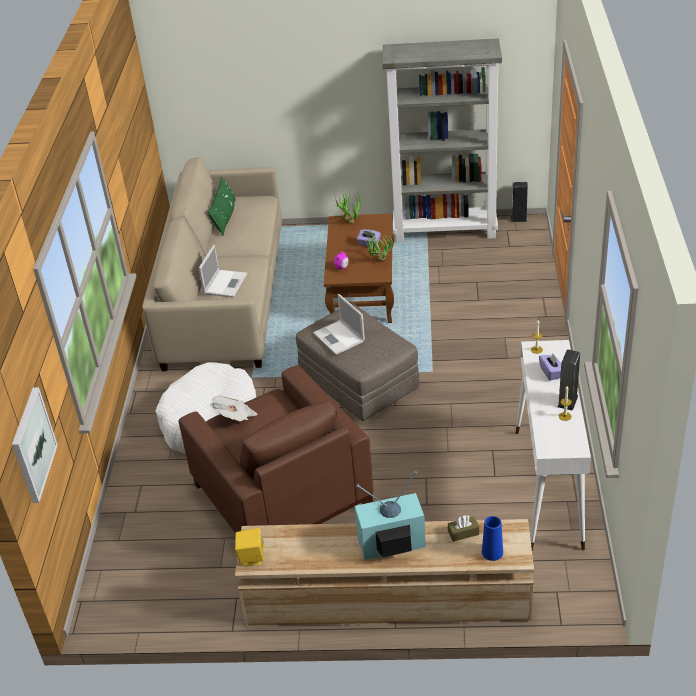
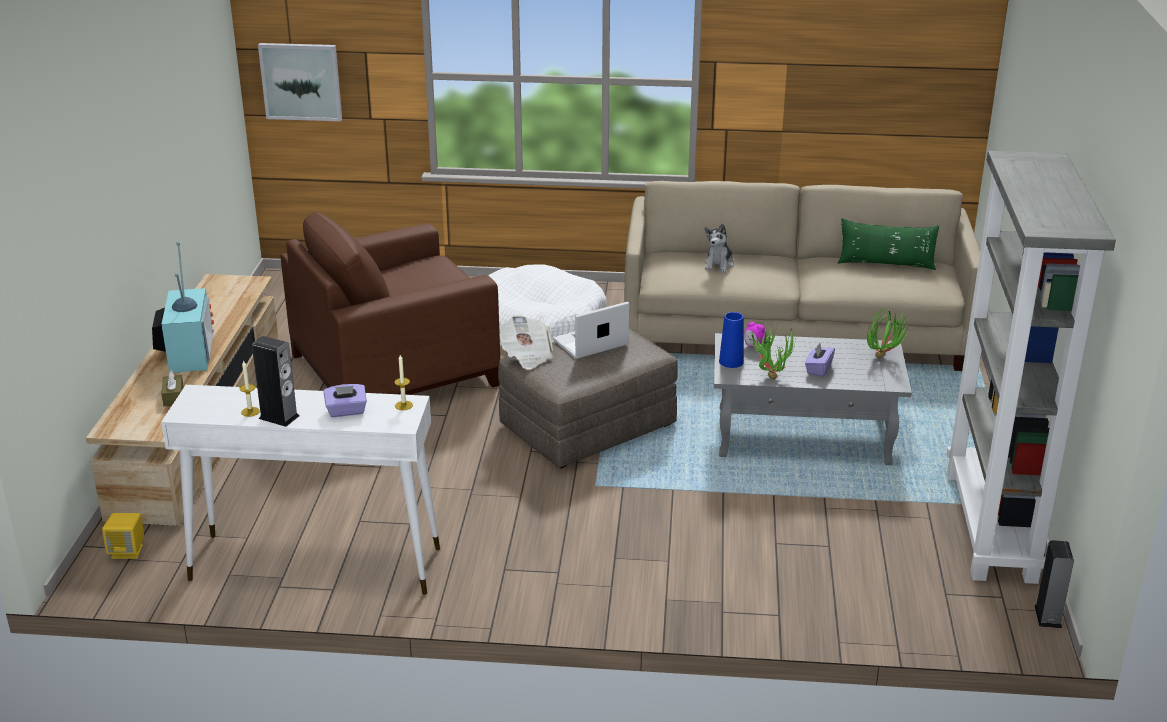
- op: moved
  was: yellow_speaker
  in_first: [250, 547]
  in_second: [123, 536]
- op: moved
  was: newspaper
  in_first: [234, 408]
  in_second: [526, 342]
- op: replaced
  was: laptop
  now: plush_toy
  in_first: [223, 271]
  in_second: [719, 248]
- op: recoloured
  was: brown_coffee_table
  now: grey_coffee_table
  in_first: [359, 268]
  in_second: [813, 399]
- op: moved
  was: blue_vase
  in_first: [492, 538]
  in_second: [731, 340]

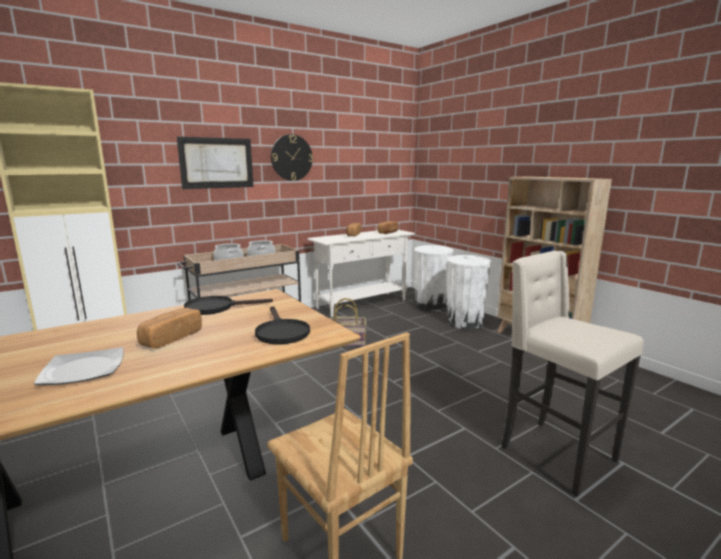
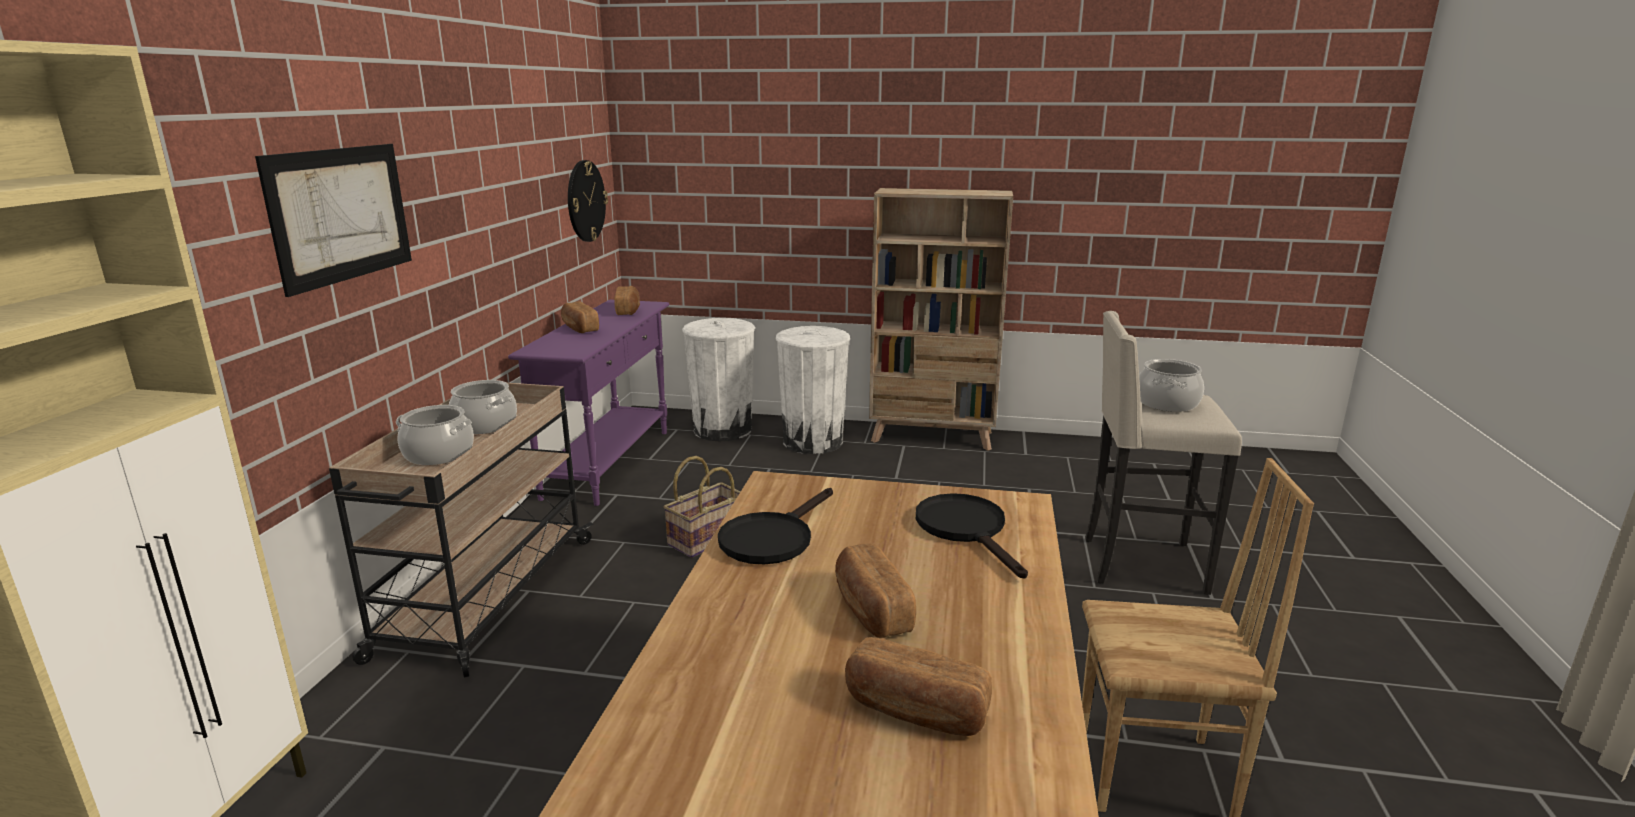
- op: recoloured
  was: white_console_table
  now: purple_console_table
  in_first: [361, 273]
  in_second: [589, 403]
- op: moved
  was: wall_clock
  in_first: [292, 157]
  in_second: [588, 201]
- op: replaced
  was: plate
  now: bread
  in_first: [78, 366]
  in_second: [918, 686]
- op: turned
  was: black_frying_pan
  in_first: [282, 325]
  in_second: [972, 536]
  clockwise: -135
- op: added
  now: cooking_pot
  in_second: [1171, 385]

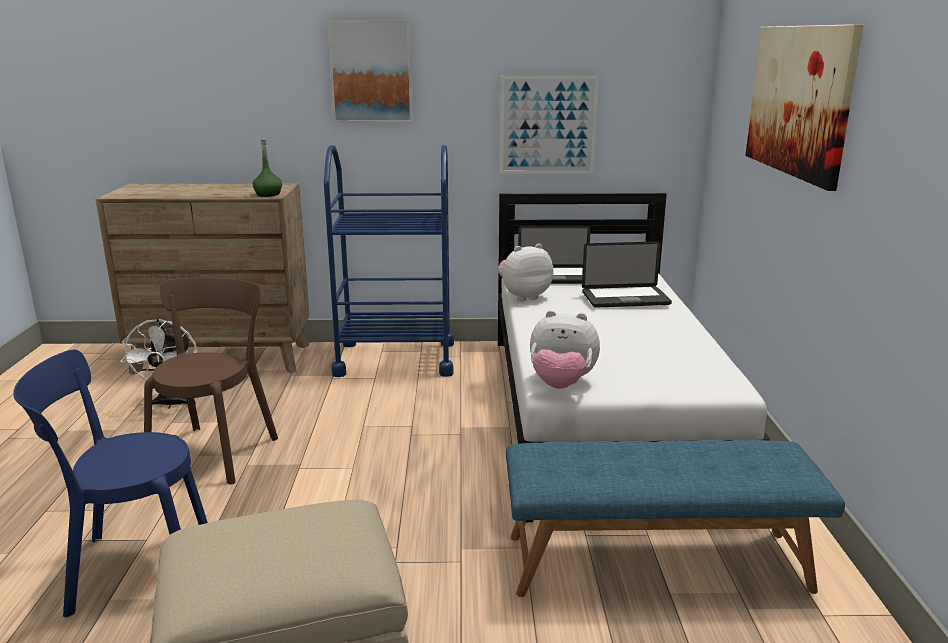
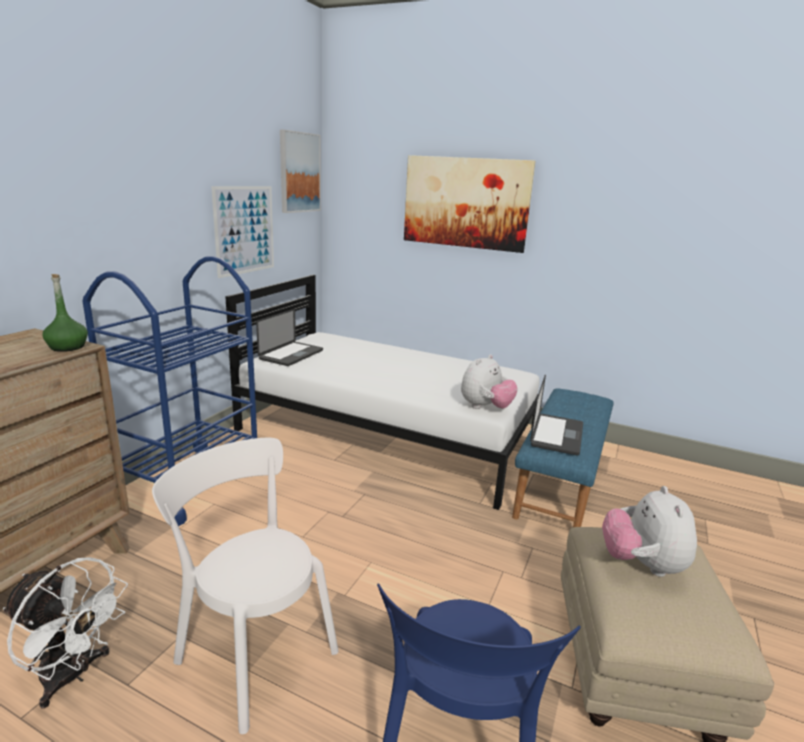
- op: recoloured
  was: brown_chair
  now: white_chair
  in_first: [211, 381]
  in_second: [245, 586]
- op: moved
  was: picture
  in_first: [369, 71]
  in_second: [300, 171]
- op: moved
  was: laptop
  in_first: [627, 274]
  in_second: [556, 415]
- op: moved
  was: plush_toy
  in_first: [525, 272]
  in_second: [649, 531]

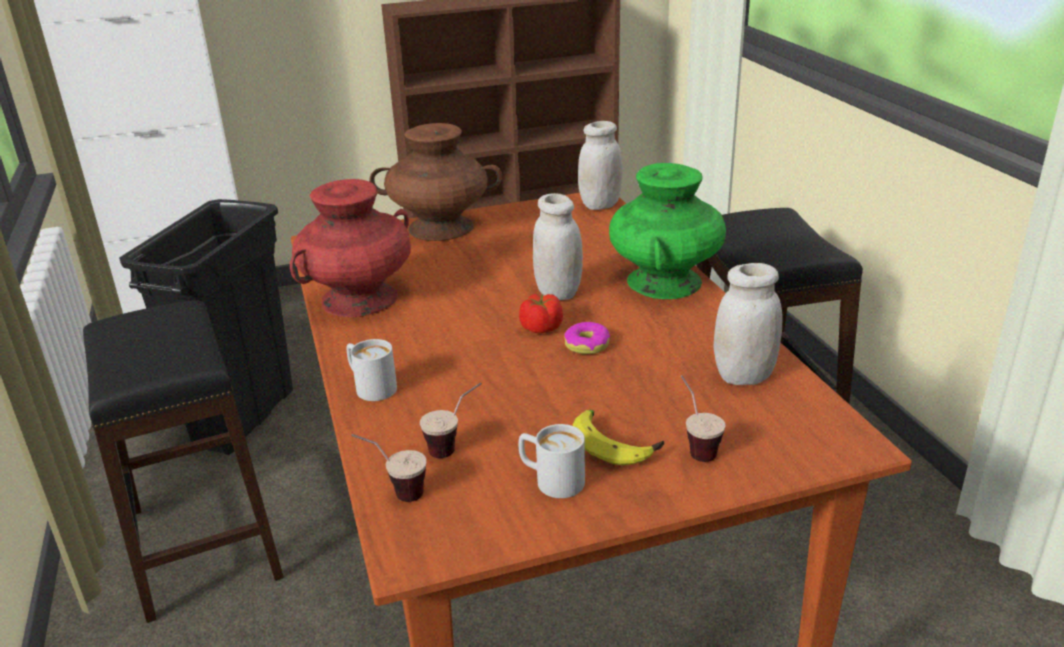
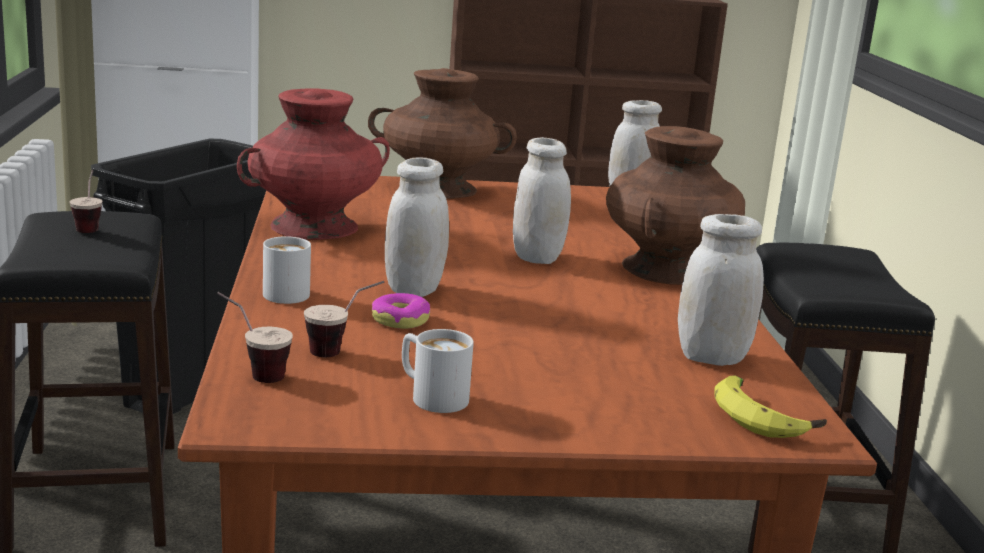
- op: moved
  was: cup
  in_first: [703, 418]
  in_second: [86, 201]
- op: moved
  was: donut
  in_first: [587, 338]
  in_second: [401, 311]
- op: added
  now: white_jar
  in_second: [417, 227]
- op: recoloured
  was: green_vase
  now: brown_vase
  in_first: [667, 231]
  in_second: [675, 205]
- op: moved
  was: banana
  in_first: [618, 437]
  in_second: [770, 406]
- op: removed
  was: tomato
  in_first: [541, 314]

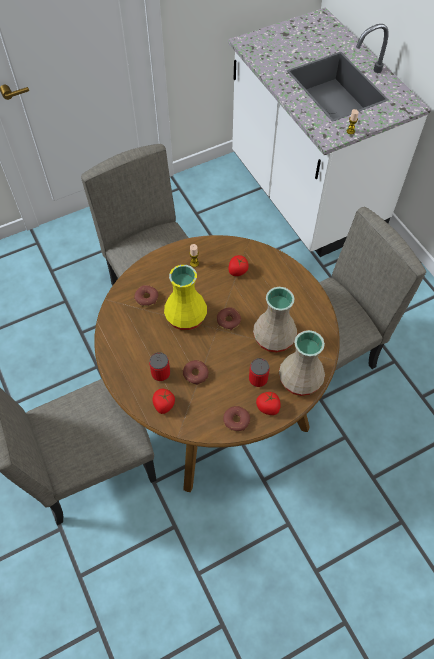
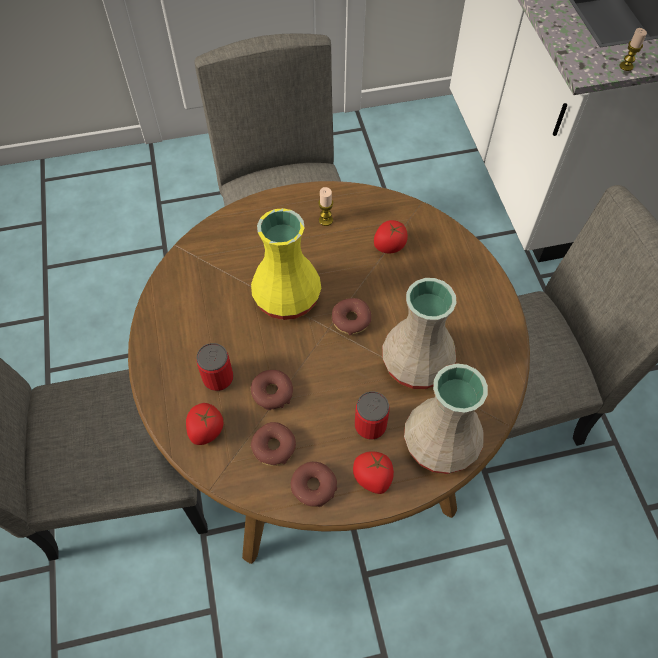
- op: moved
  was: donut
  in_first: [146, 296]
  in_second: [273, 444]

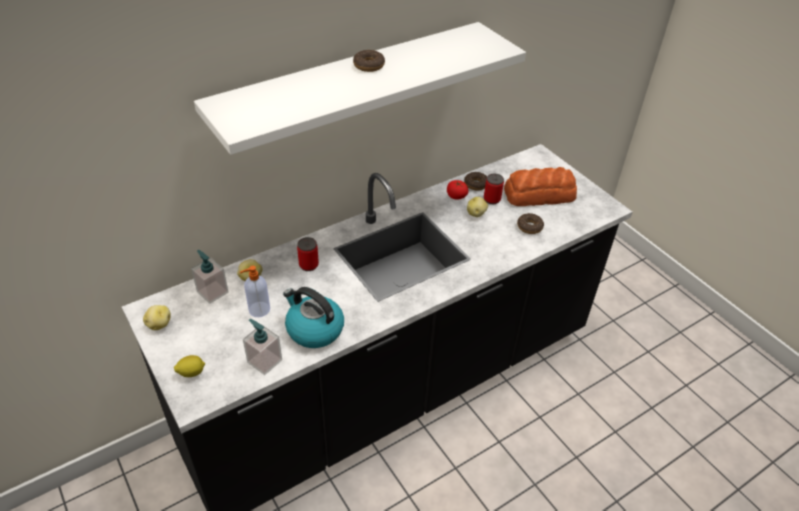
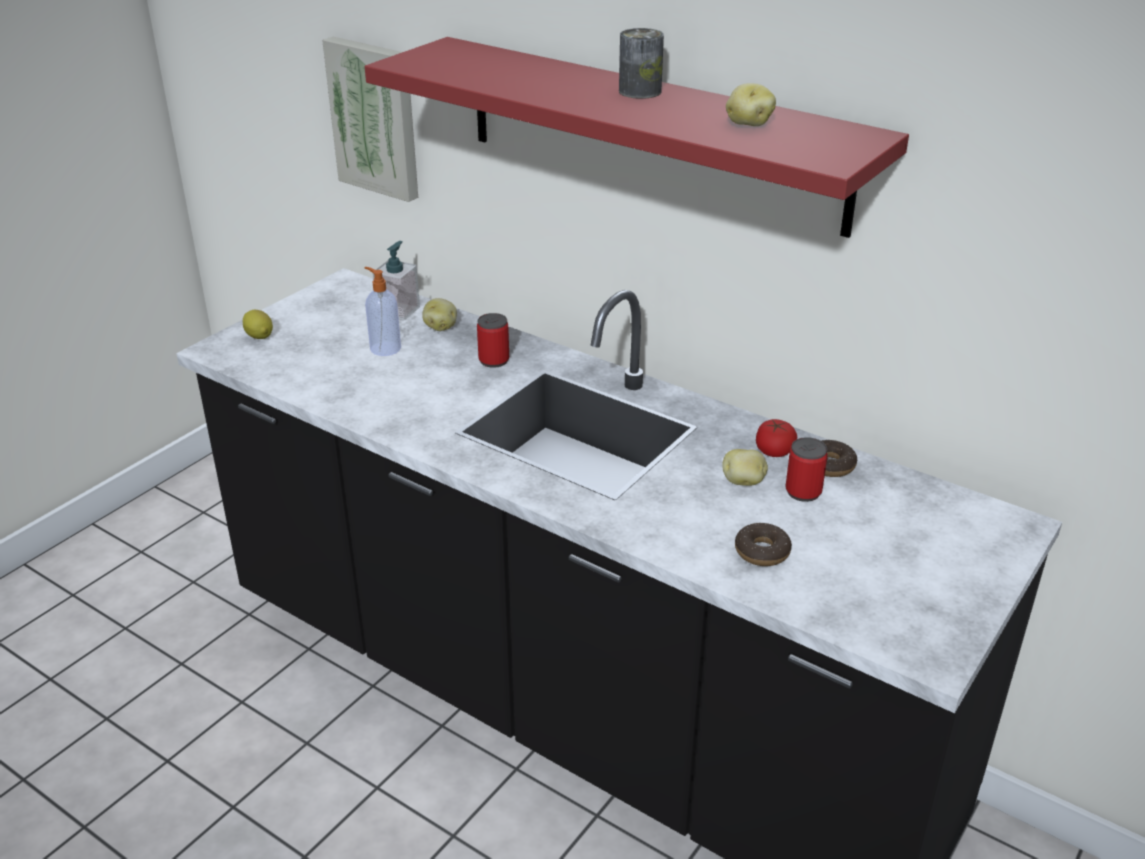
- op: added
  now: picture
  in_second: [370, 119]
- op: recoloured
  was: white_shelf
  now: red_shelf
  in_first: [360, 88]
  in_second: [637, 137]
- op: replaced
  was: donut
  now: can
  in_first: [369, 61]
  in_second: [641, 63]
- op: moved
  was: potato
  in_first: [157, 317]
  in_second: [751, 104]
- op: removed
  was: soap_dispenser
  in_first: [262, 347]
- op: removed
  was: kettle
  in_first: [313, 317]
- op: removed
  was: bread
  in_first: [540, 186]

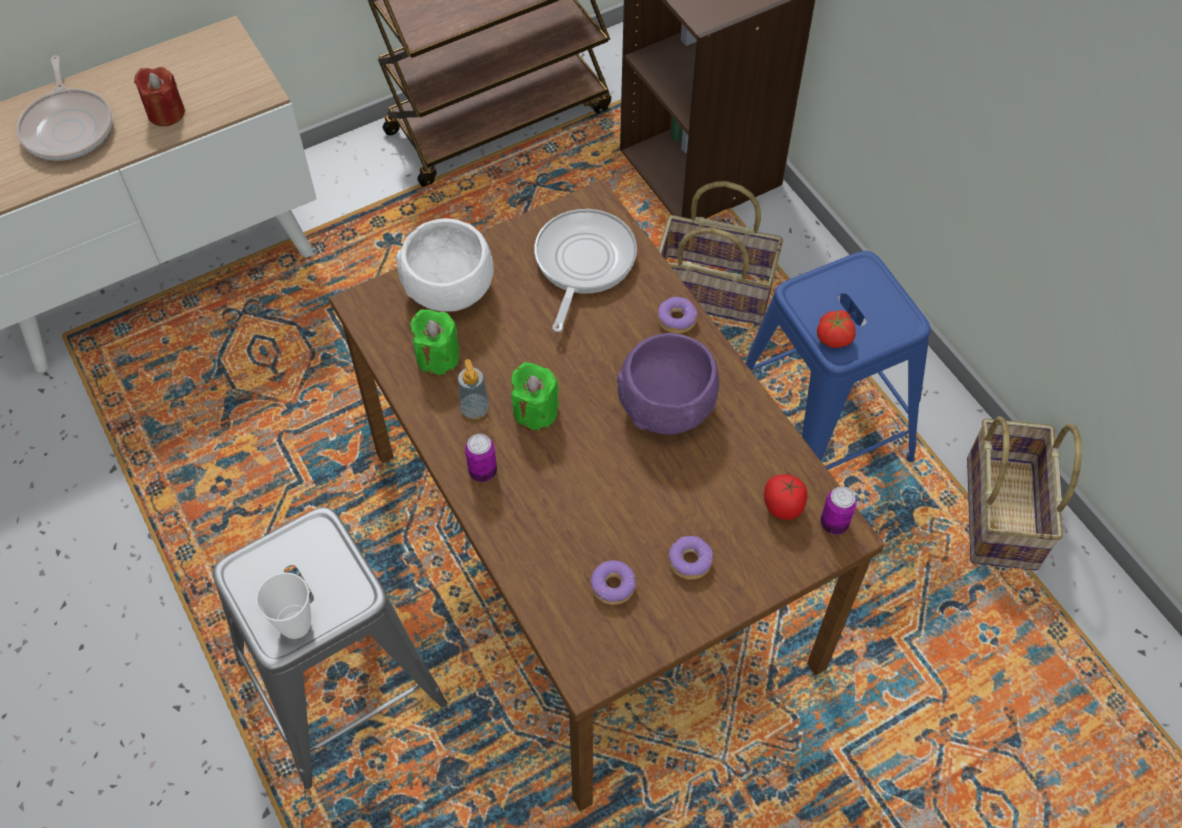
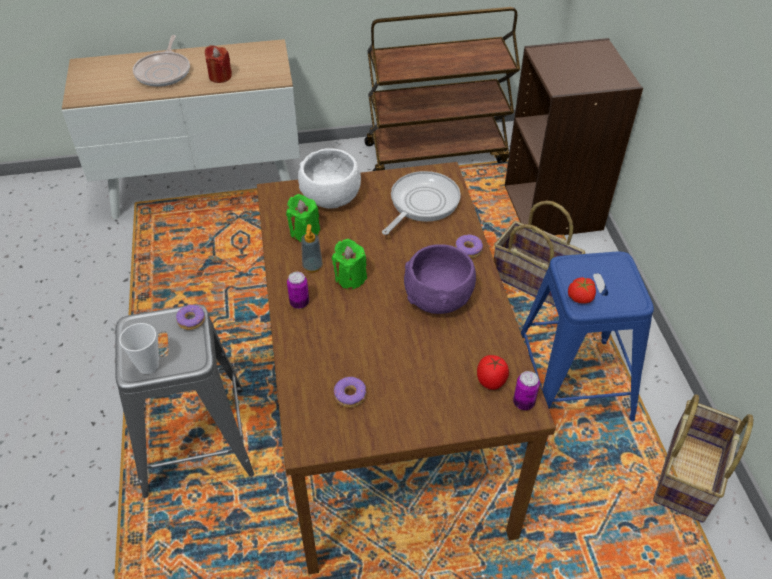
- op: moved
  was: donut
  in_first: [691, 558]
  in_second: [190, 317]

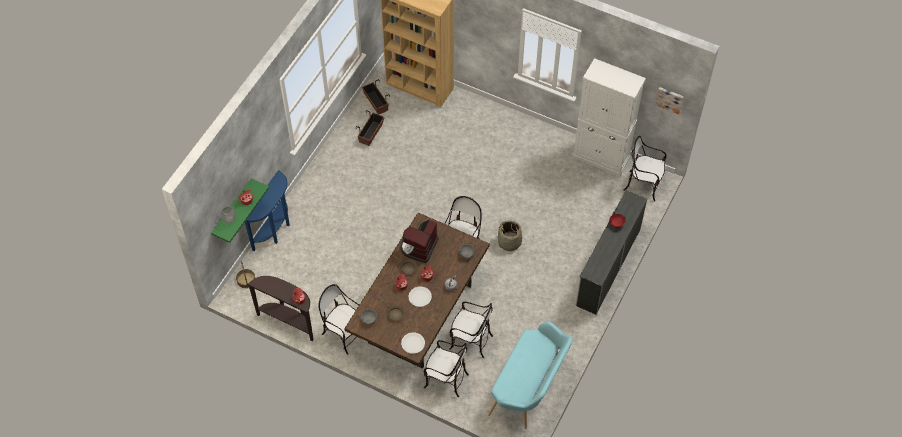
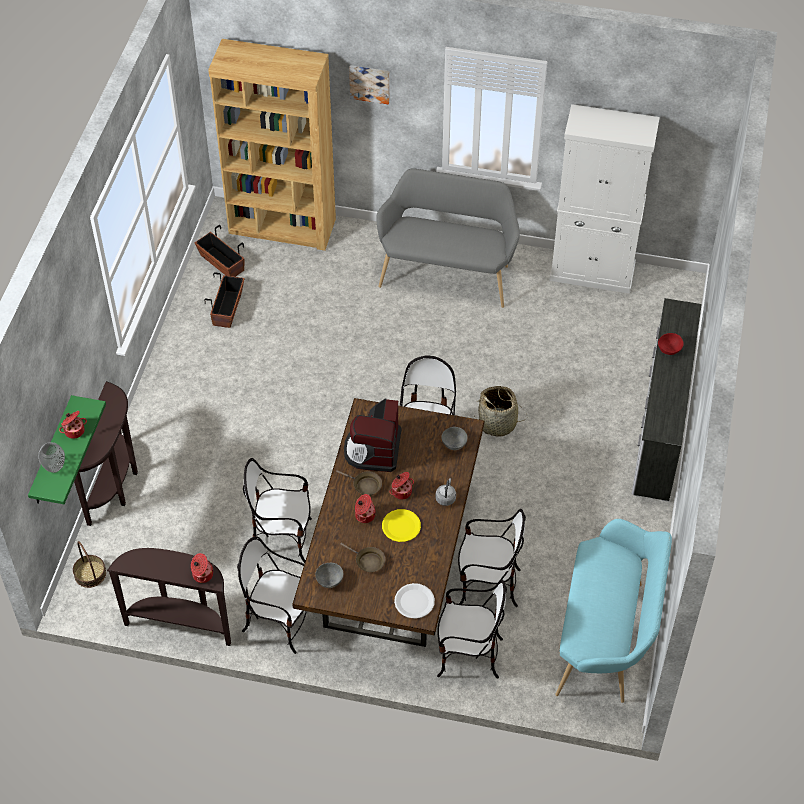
- op: recoloured
  was: blue_console_table
  now: brown_console_table
  in_first: [267, 210]
  in_second: [106, 453]
- op: moved
  was: chair
  in_first: [645, 168]
  in_second: [277, 510]
- op: moved
  was: picture
  in_first: [669, 100]
  in_second: [369, 85]
- op: added
  now: grey_bench
  in_second: [448, 238]
- op: recoloured
  was: white_plate
  now: yellow_plate
  in_first: [420, 297]
  in_second: [401, 525]

